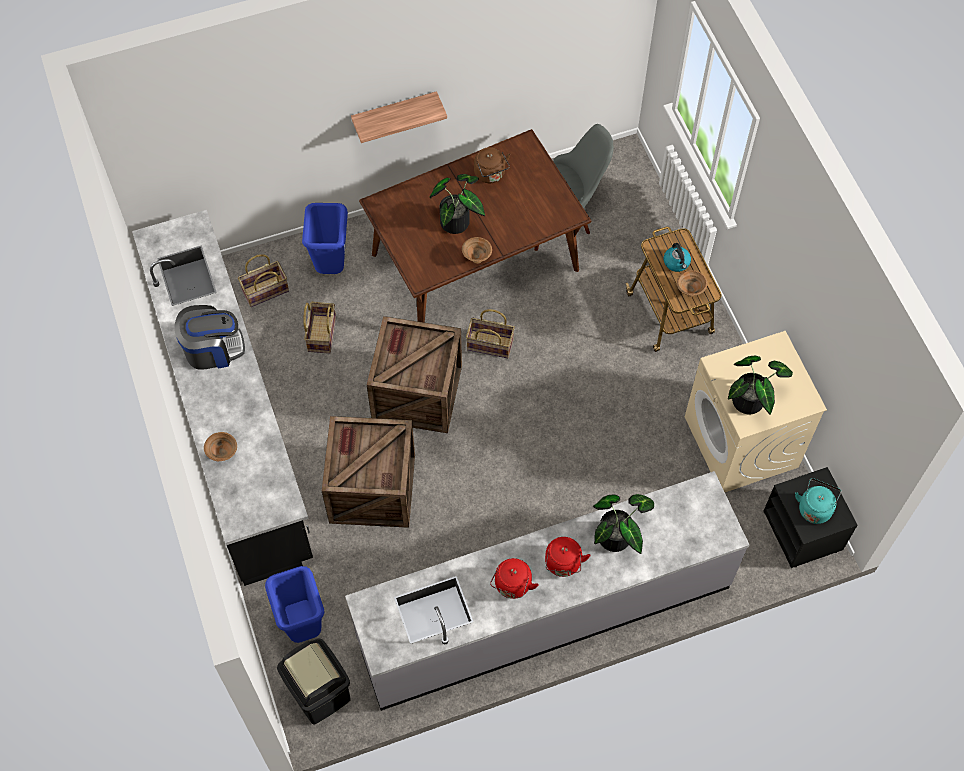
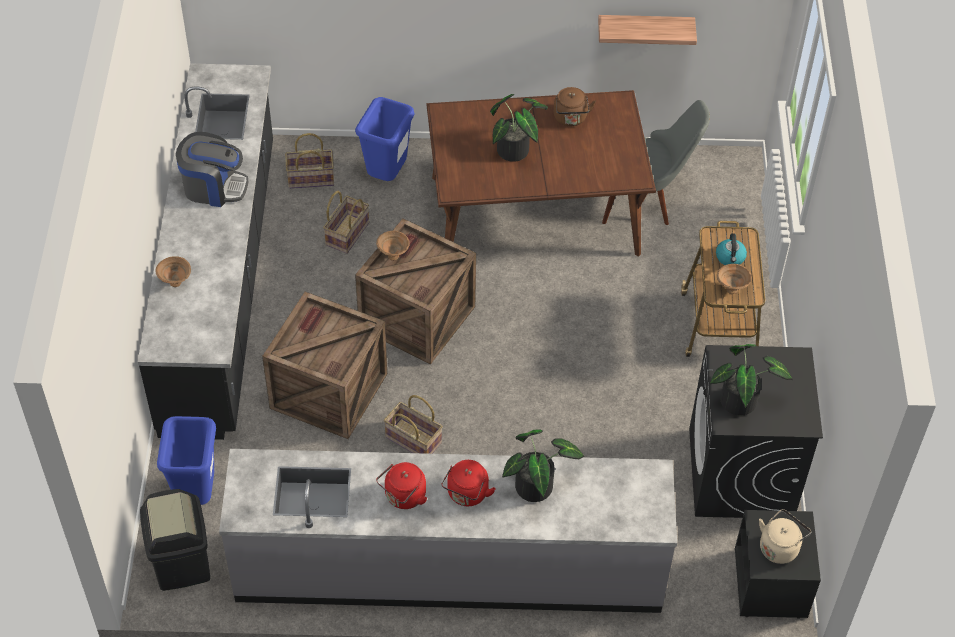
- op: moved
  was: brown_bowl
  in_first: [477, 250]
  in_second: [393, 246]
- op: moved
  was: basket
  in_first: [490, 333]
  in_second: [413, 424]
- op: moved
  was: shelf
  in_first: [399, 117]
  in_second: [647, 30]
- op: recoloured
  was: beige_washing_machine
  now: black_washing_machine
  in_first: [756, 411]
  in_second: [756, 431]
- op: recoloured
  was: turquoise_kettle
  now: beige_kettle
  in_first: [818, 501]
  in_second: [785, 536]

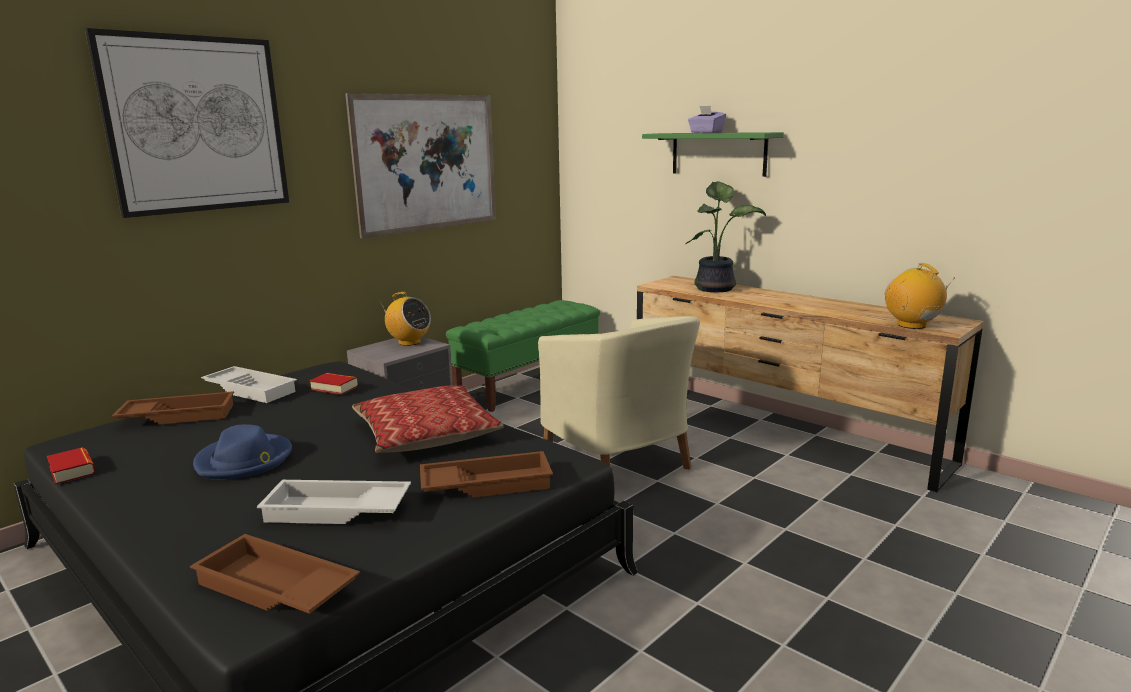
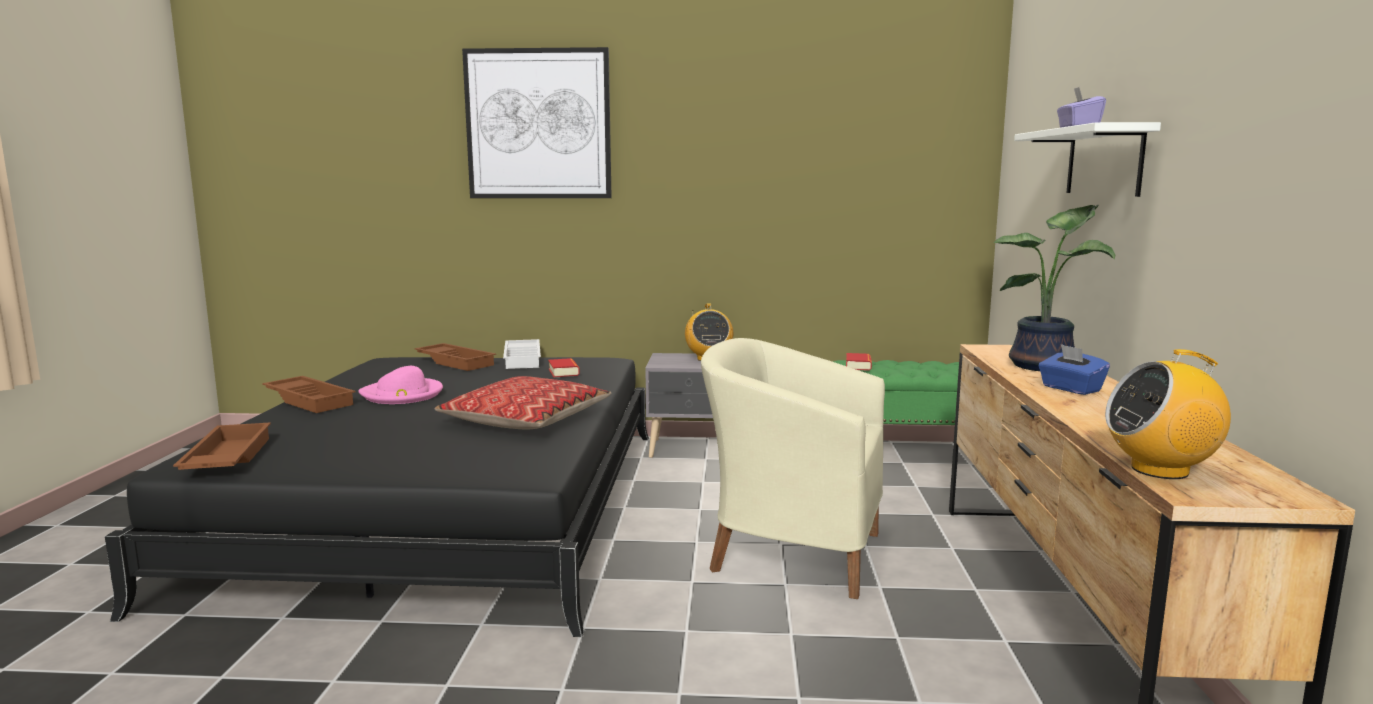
- op: moved
  was: brown_tray
  in_first: [486, 474]
  in_second: [308, 394]
- op: recoloured
  was: blue_hat
  now: pink_hat
  in_first: [242, 451]
  in_second: [401, 385]
- op: turned
  was: beige_armchair
  in_first: [619, 393]
  in_second: [793, 468]
  clockwise: 90
- op: moved
  was: book
  in_first: [71, 465]
  in_second: [859, 362]
- op: recoloured
  was: green_shelf
  now: white_shelf
  in_first: [713, 154]
  in_second: [1087, 159]
- op: added
  now: blue_tissue_box
  in_second: [1074, 369]
- op: turned
  was: radio
  in_first: [920, 296]
  in_second: [1168, 414]
  clockwise: -120
- op: removed
  was: white_tray
  in_first: [334, 502]
- op: removed
  was: picture
  in_first: [420, 165]

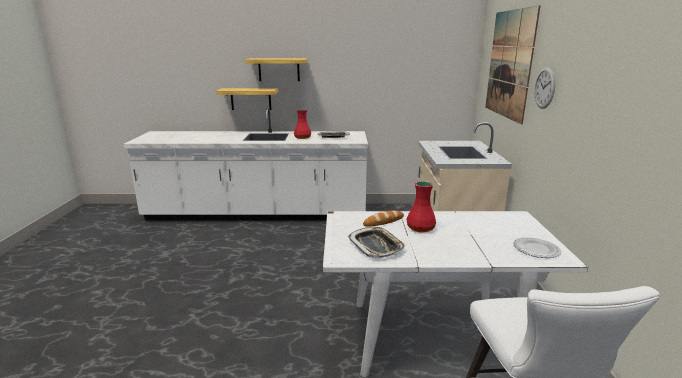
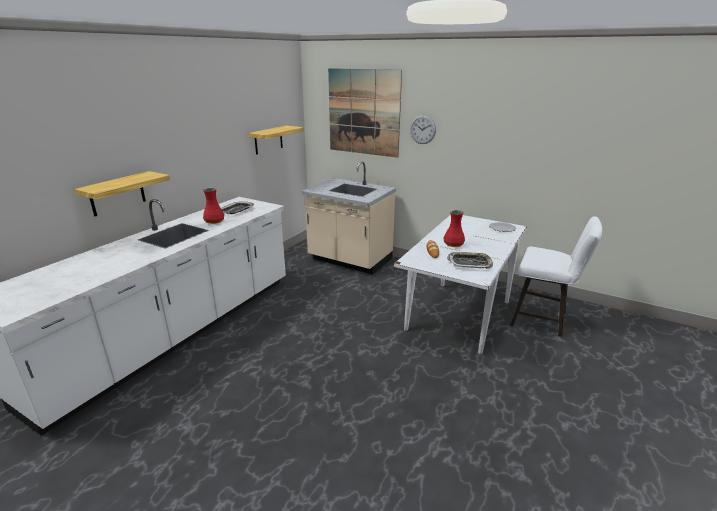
- op: moved
  was: shelf
  in_first: [276, 69]
  in_second: [276, 140]

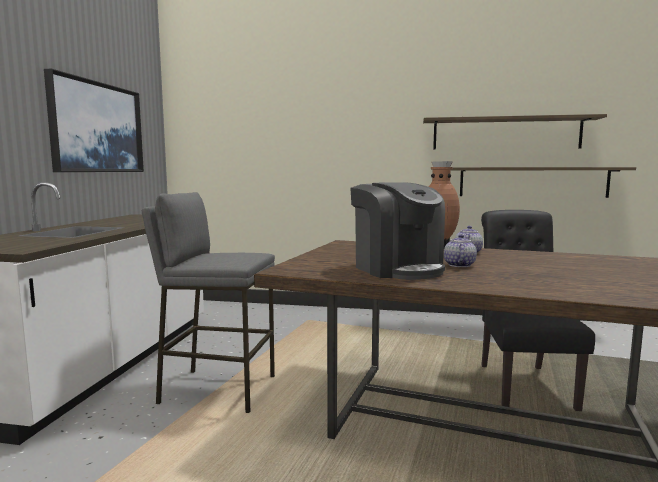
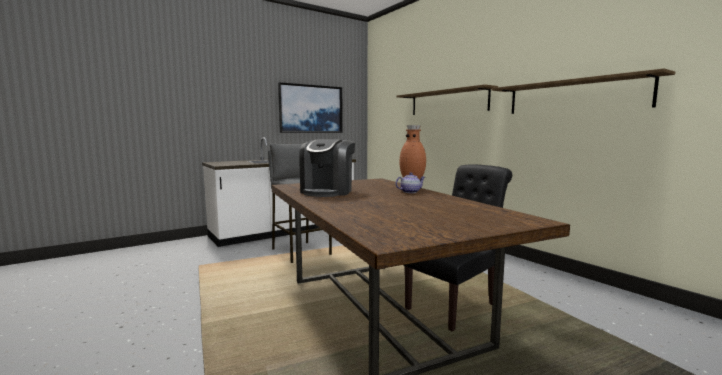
- op: moved
  was: shelf
  in_first: [543, 182]
  in_second: [447, 99]
- op: removed
  was: teapot
  in_first: [460, 250]

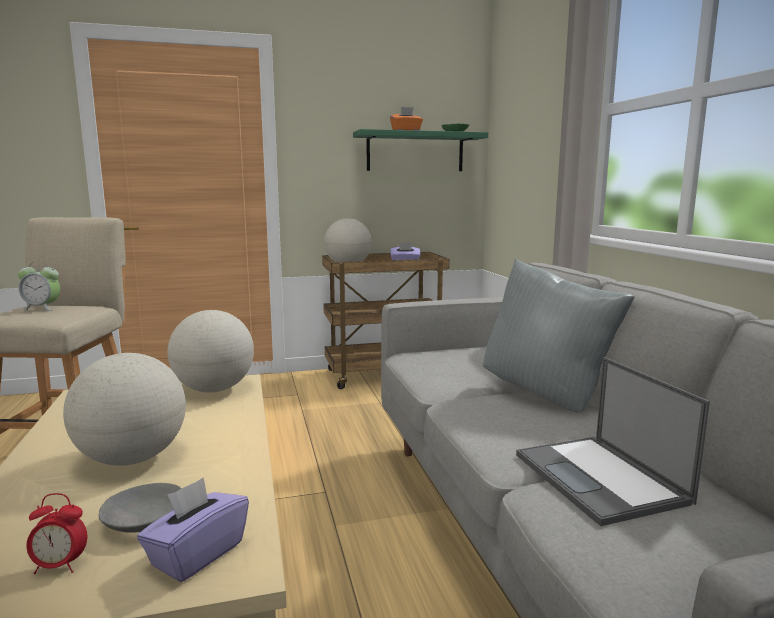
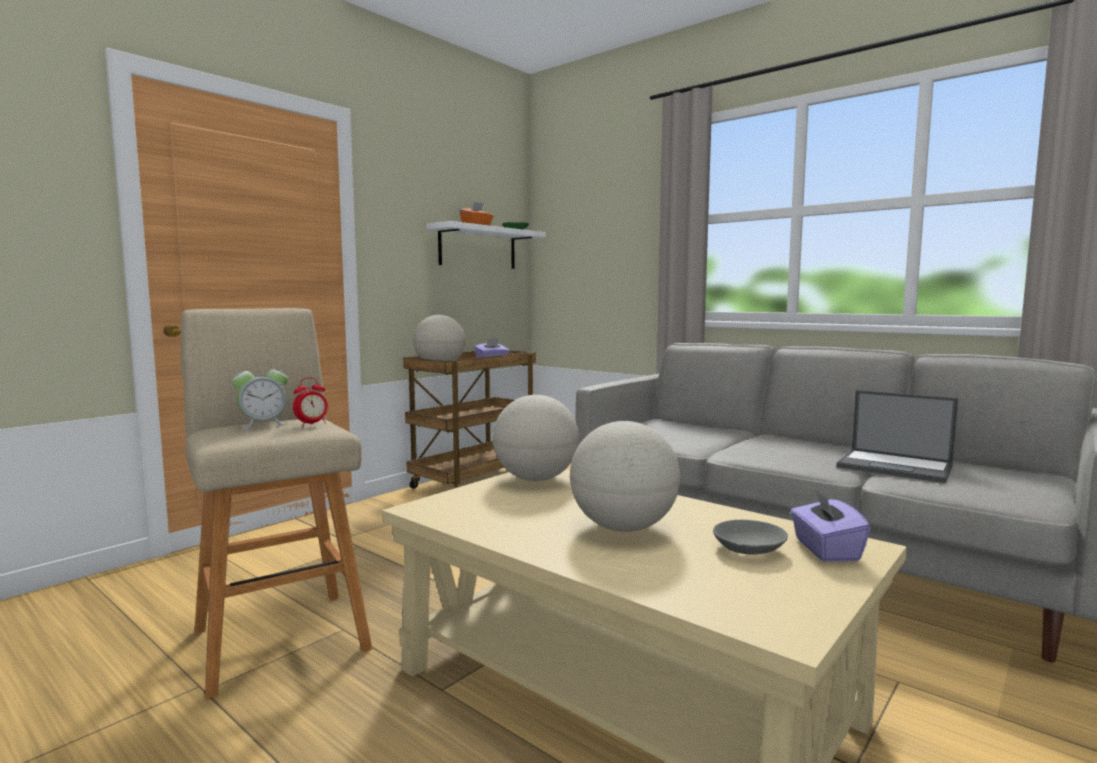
- op: moved
  was: alarm_clock
  in_first: [56, 533]
  in_second: [310, 401]
- op: recoloured
  was: green_shelf
  now: white_shelf
  in_first: [420, 150]
  in_second: [486, 245]
- op: removed
  was: grey_pillow
  in_first: [559, 335]

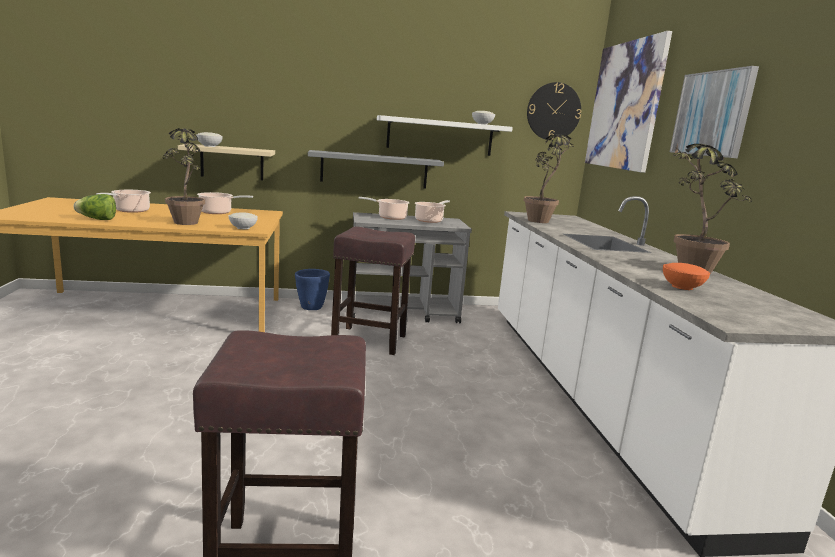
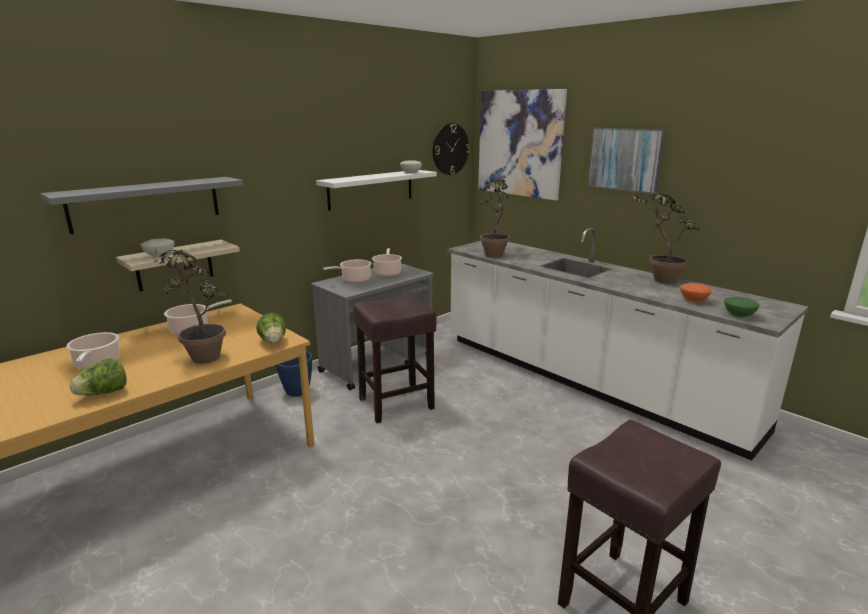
- op: moved
  was: grey_shelf
  in_first: [376, 169]
  in_second: [141, 205]
- op: replaced
  was: white_bowl
  now: lettuce
  in_first: [243, 220]
  in_second: [271, 328]
- op: added
  now: green_bowl
  in_second: [742, 307]

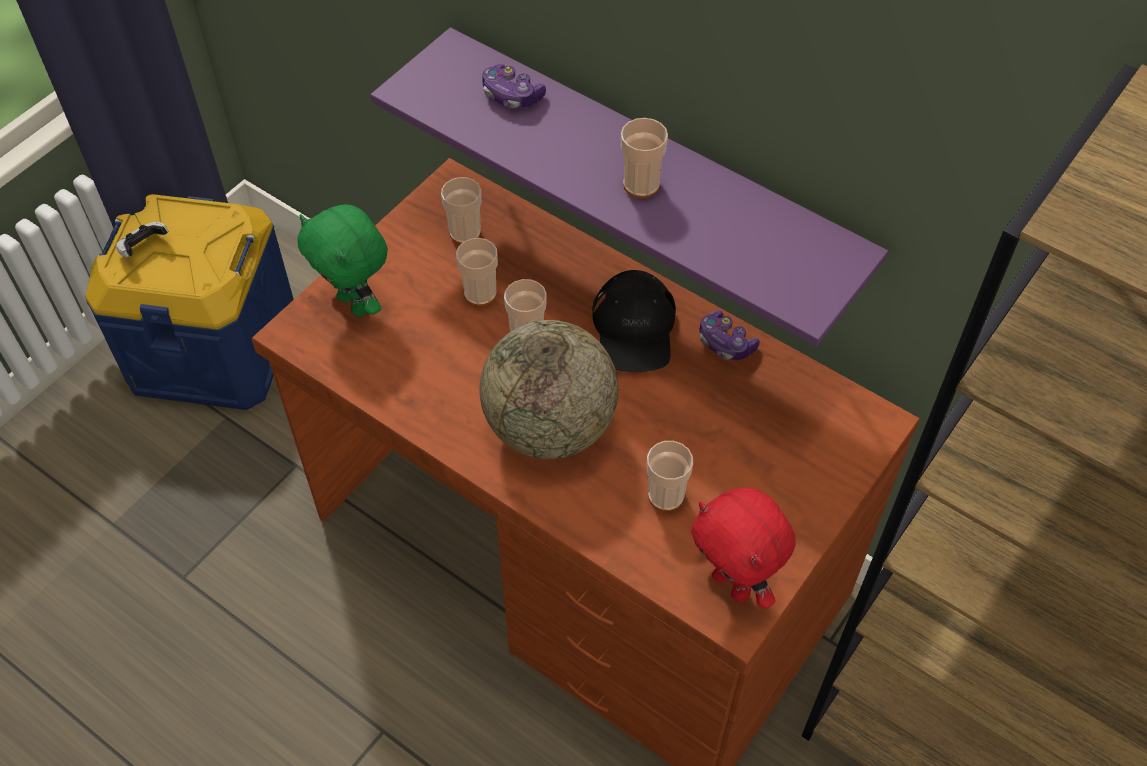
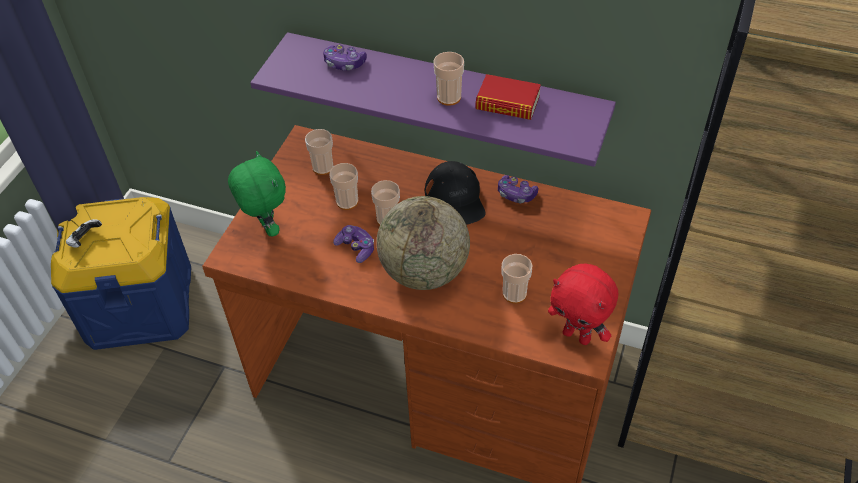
- op: turned
  was: green_plush_toy
  in_first: [342, 260]
  in_second: [257, 194]
  clockwise: -150
- op: added
  now: game_controller
  in_second: [353, 244]
- op: added
  now: book
  in_second: [508, 97]

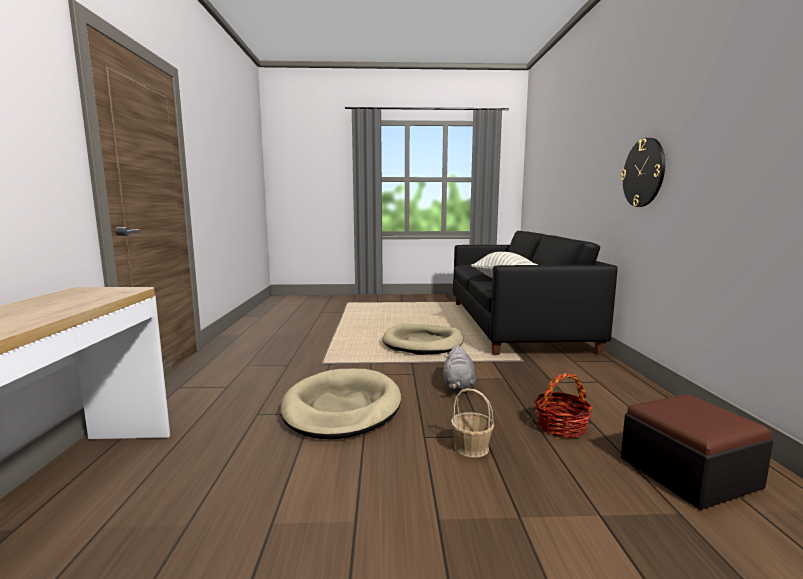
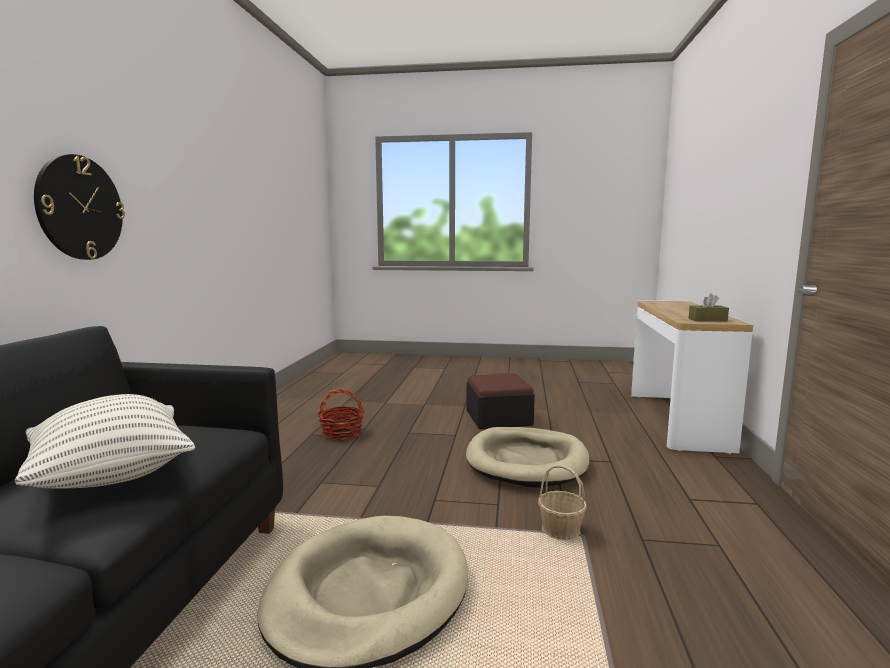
- op: moved
  was: ottoman
  in_first: [697, 452]
  in_second: [500, 401]
- op: moved
  was: basket
  in_first: [472, 423]
  in_second: [562, 502]
- op: added
  now: brown_tissue_box
  in_second: [708, 307]
- op: removed
  was: grey_plush_toy
  in_first: [459, 368]

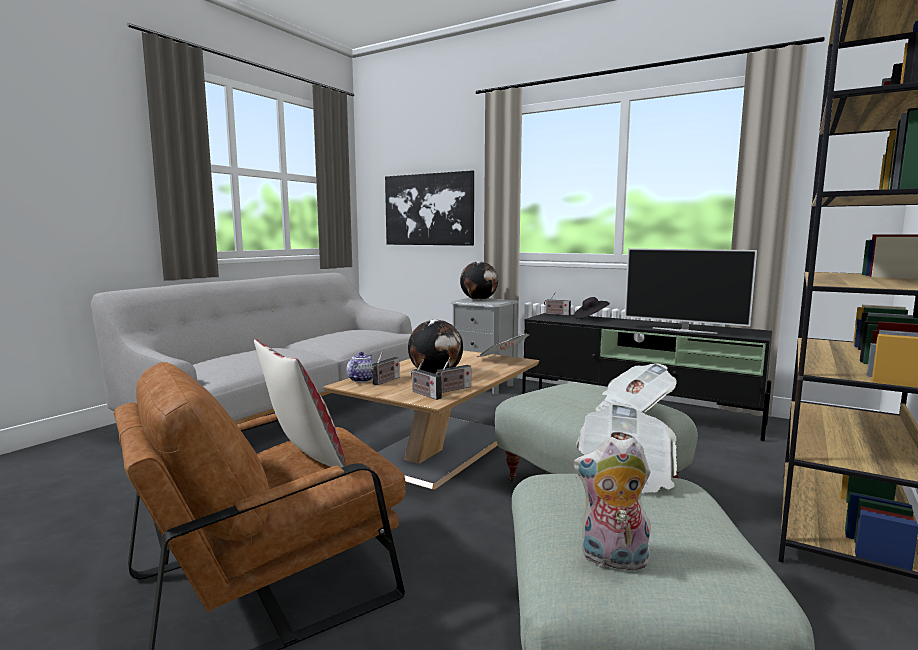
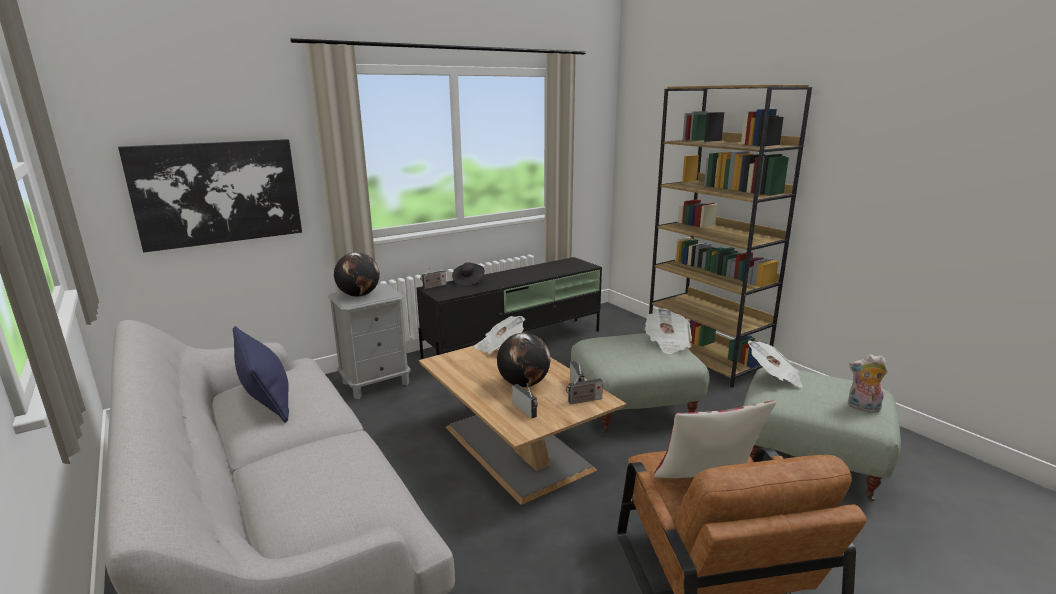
- op: added
  now: blue_pillow
  in_second: [261, 374]
- op: turned
  was: plush_toy
  in_first: [612, 503]
  in_second: [868, 384]
  clockwise: 75
- op: removed
  was: teapot
  in_first: [360, 367]
- op: removed
  was: television
  in_first: [691, 291]

